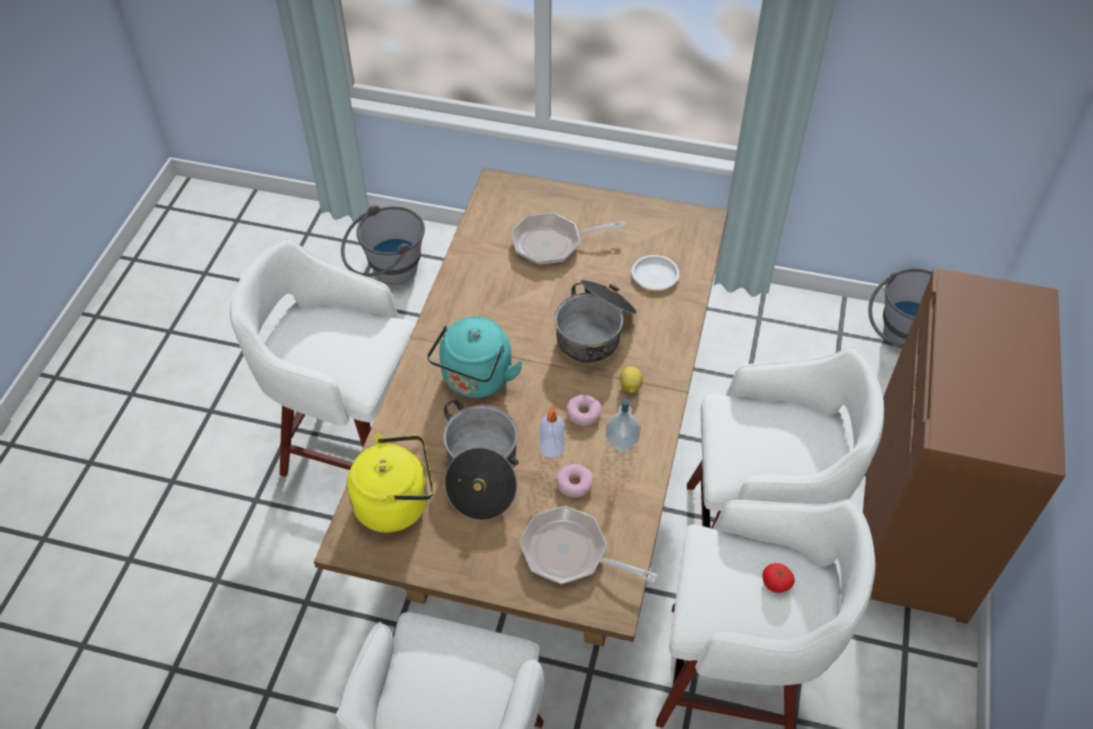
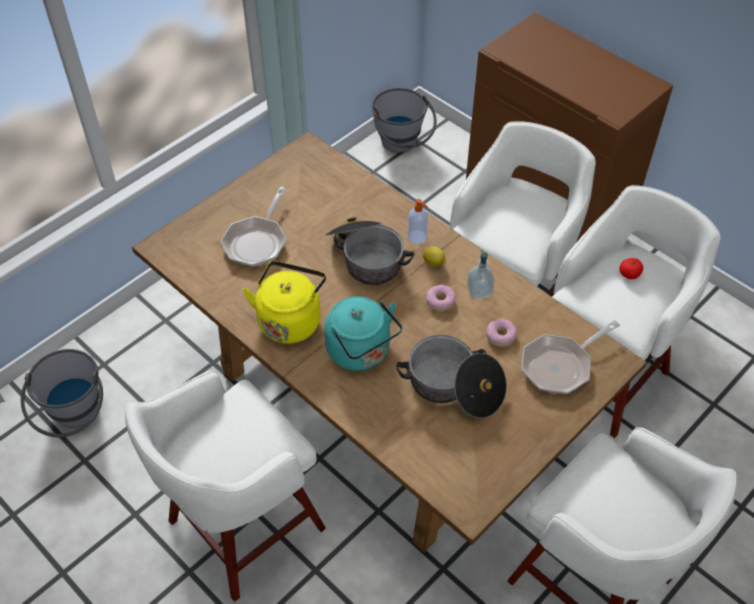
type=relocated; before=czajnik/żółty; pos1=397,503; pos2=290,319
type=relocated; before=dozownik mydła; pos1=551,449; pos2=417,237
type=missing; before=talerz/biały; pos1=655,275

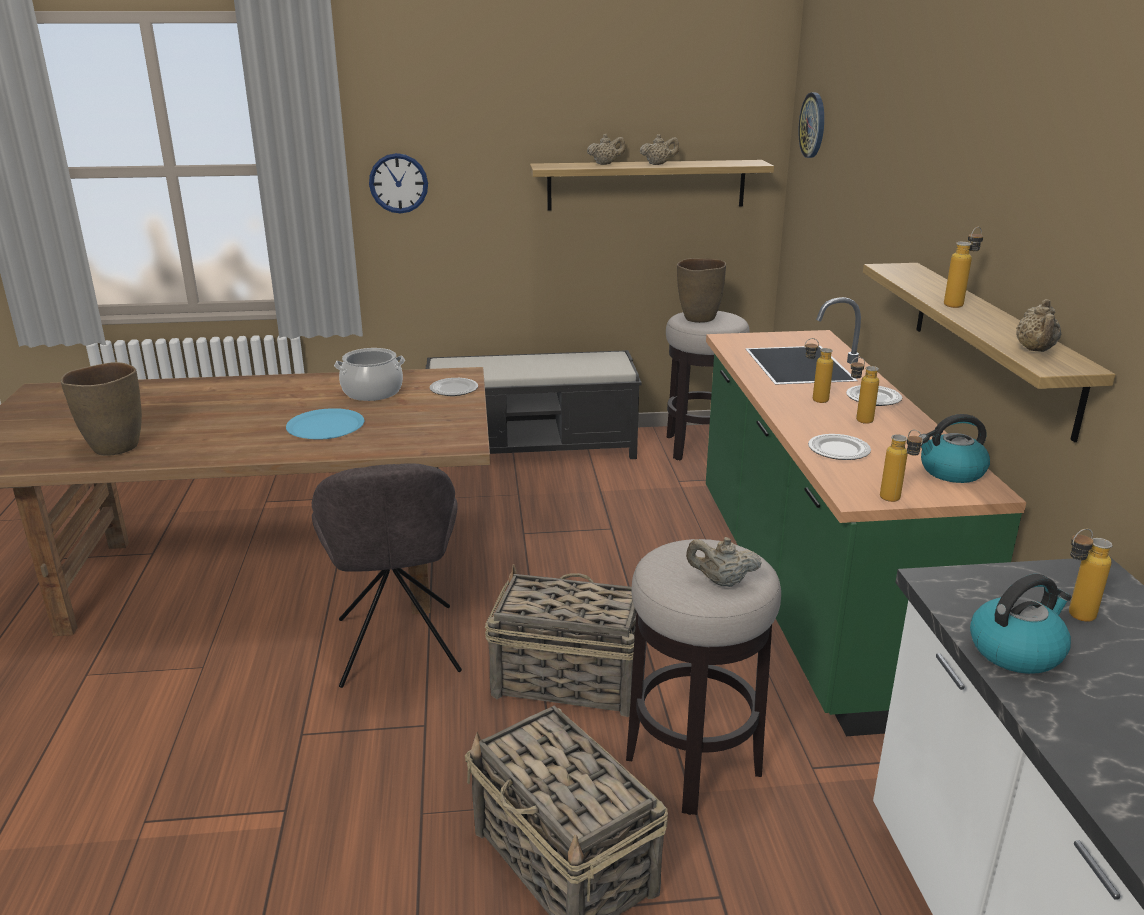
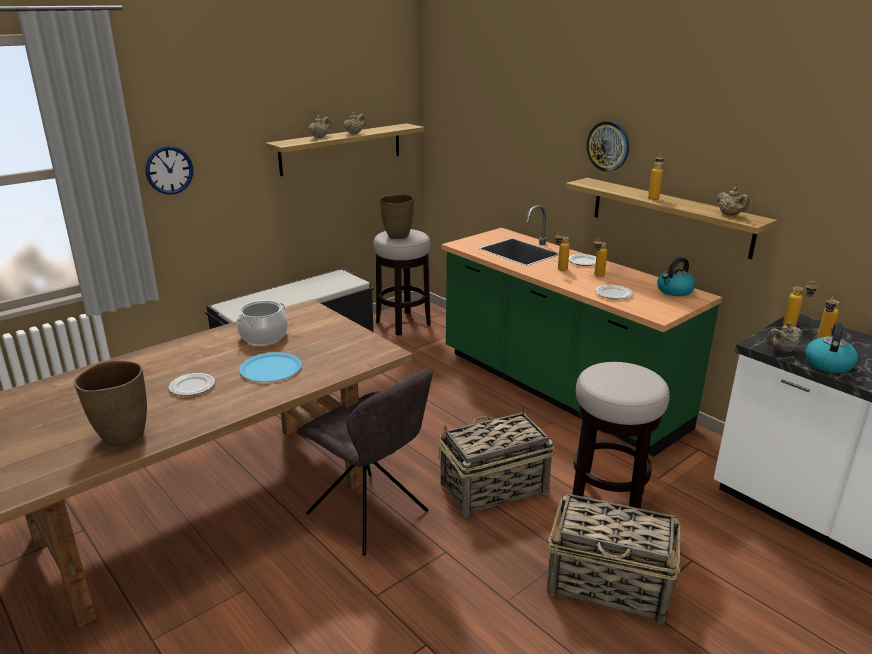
type=relocated; before=talerz; pos1=454,390; pos2=192,387
type=relocated; before=imbryk/beżowy; pos1=721,582; pos2=781,351
type=relocated; before=zegar ścienny; pos1=813,125; pos2=608,146
type=relocated; before=butelka; pos1=896,501; pos2=794,326

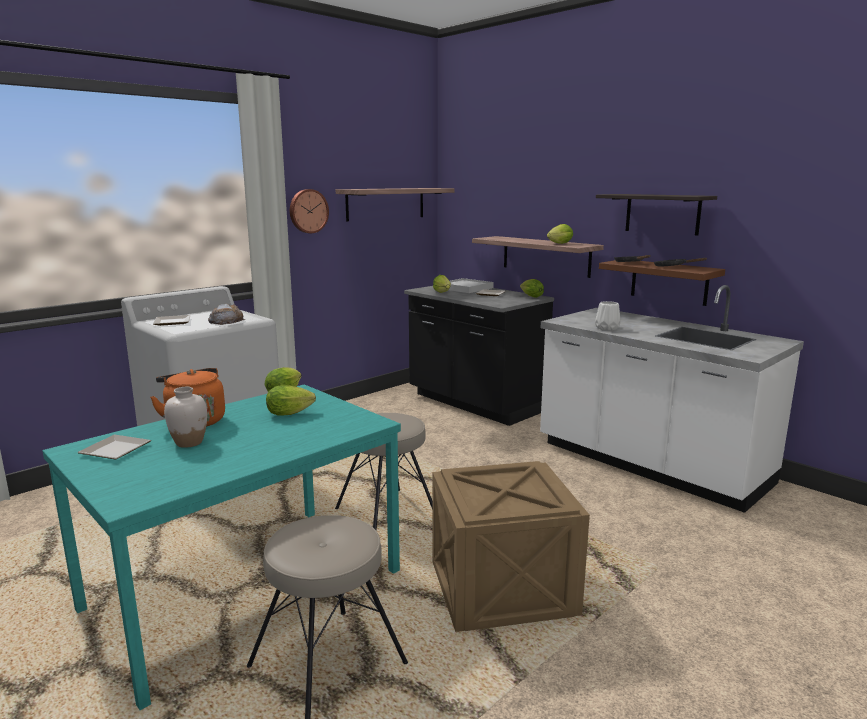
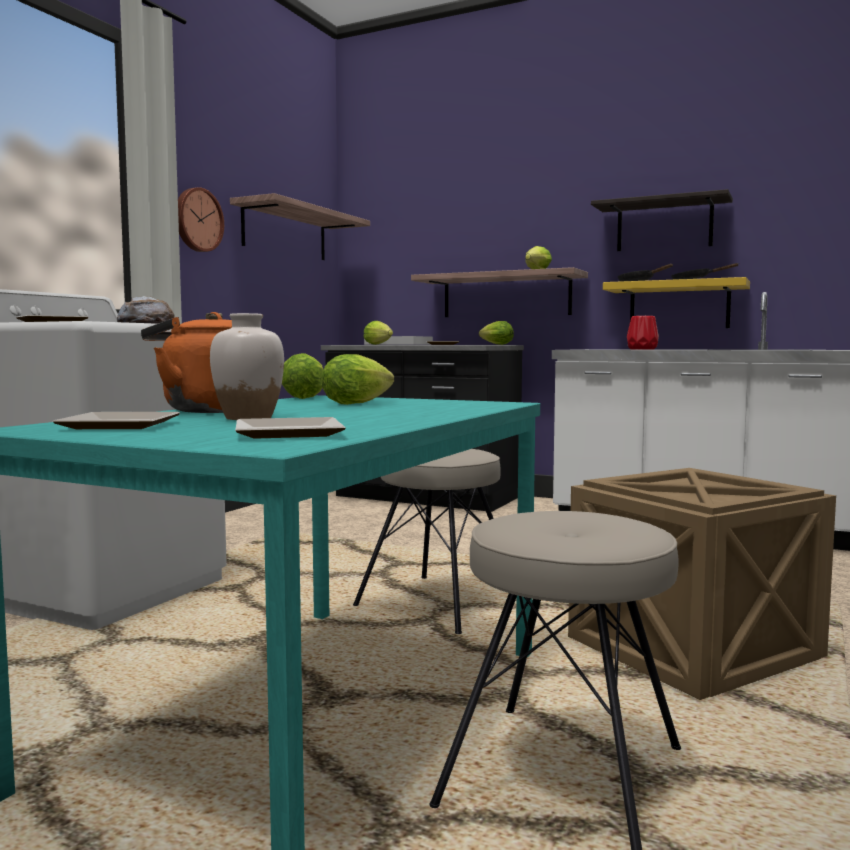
type=colour; before=wazon/biały; after=wazon/czerwony; pos1=606,328; pos2=641,349
type=colour; before=półka/brązowy; after=półka/żółty; pos1=669,282; pos2=679,306
type=appeared; after=talerz; pos2=285,434

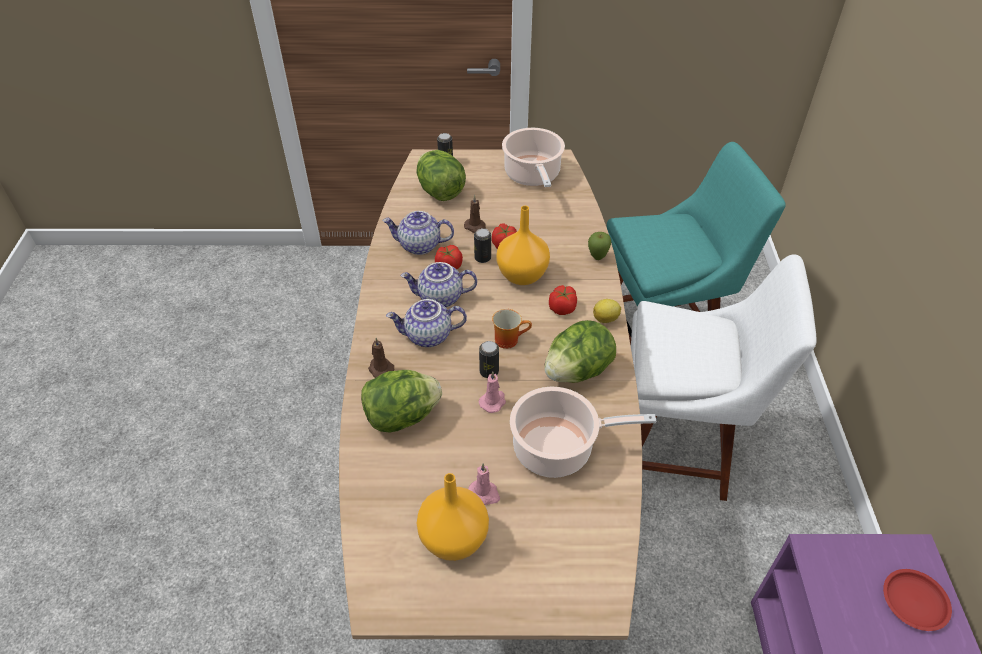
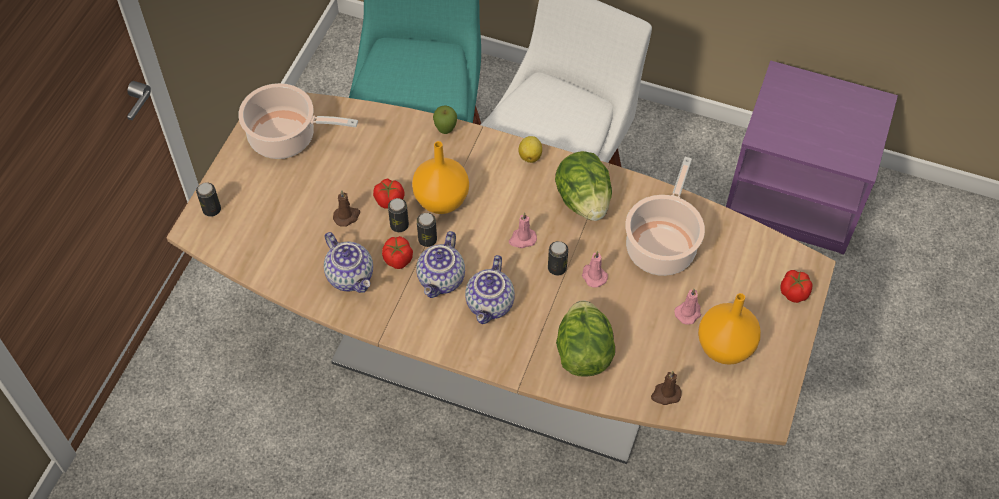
type=relocated; before=świeca/brązowy; pos1=380,368; pos2=665,394
type=spun; before=imbryk; pos1=419,245; pos2=351,276; turn=-60
type=missing; before=sałata; pos1=440,191
type=exchanged; before=kubek; after=świeca/różowy; pos1=509,338; pos2=522,239
type=relocated; before=pomidor; pos1=562,308; pos2=793,292
type=missing; before=talerz/czerwony; pos1=914,601
type=appeared; after=puszka; pos2=427,240

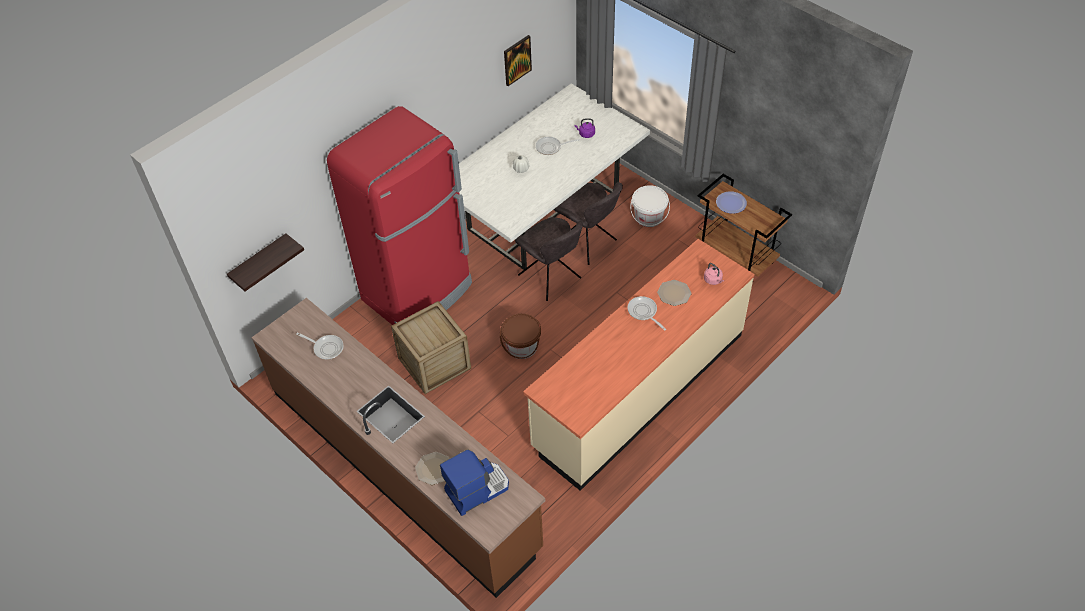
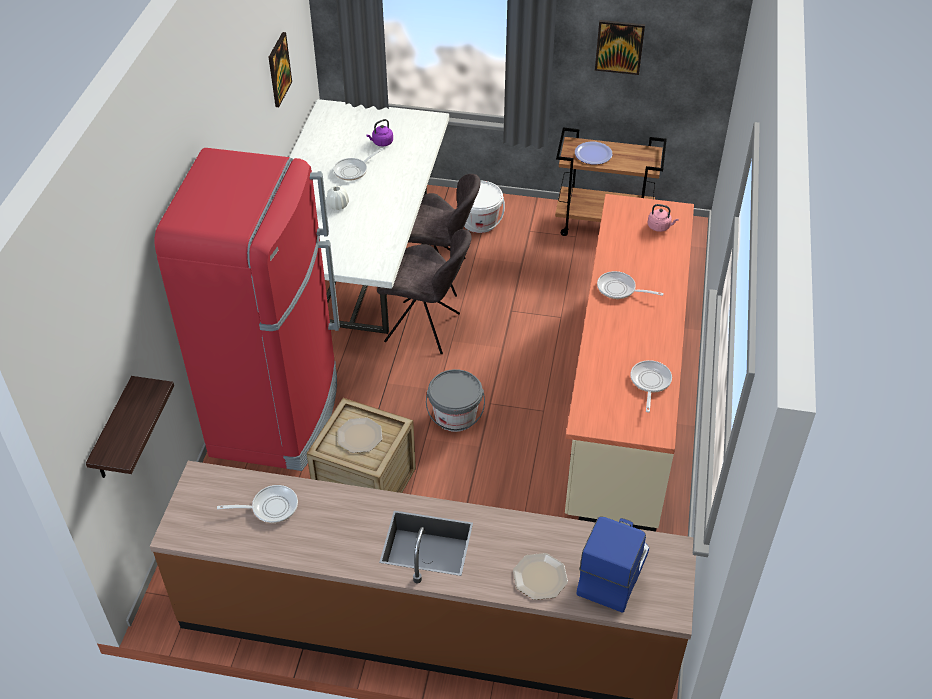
type=colour; before=wiadro/brązowy; after=wiadro/szary; pos1=522,347; pos2=455,416
type=relocated; before=talerz; pos1=674,293; pos2=359,436
type=appeared; after=obraz; pos2=619,46
type=appeared; after=patelnia; pos2=649,382

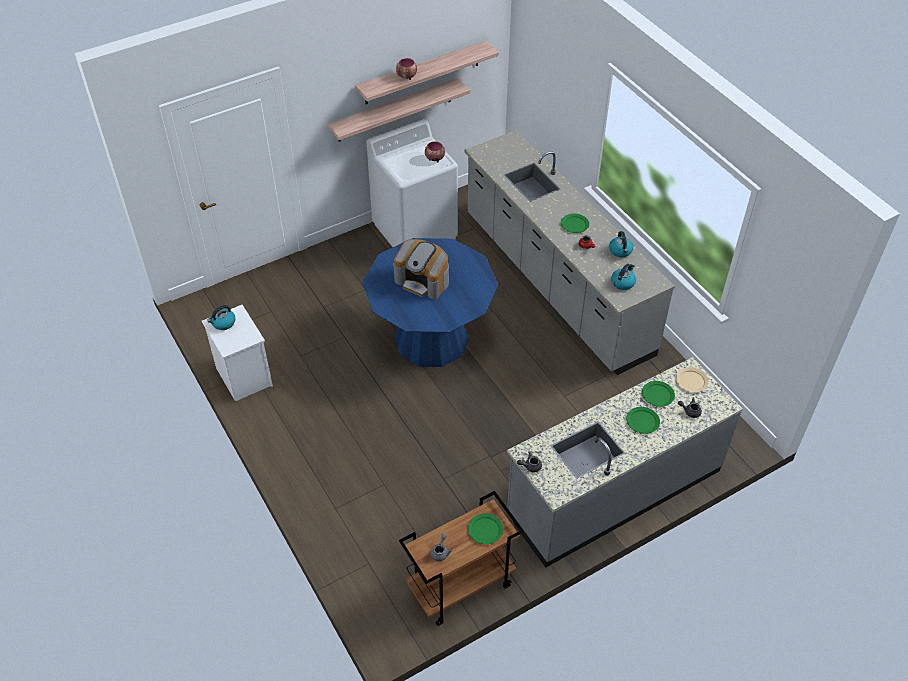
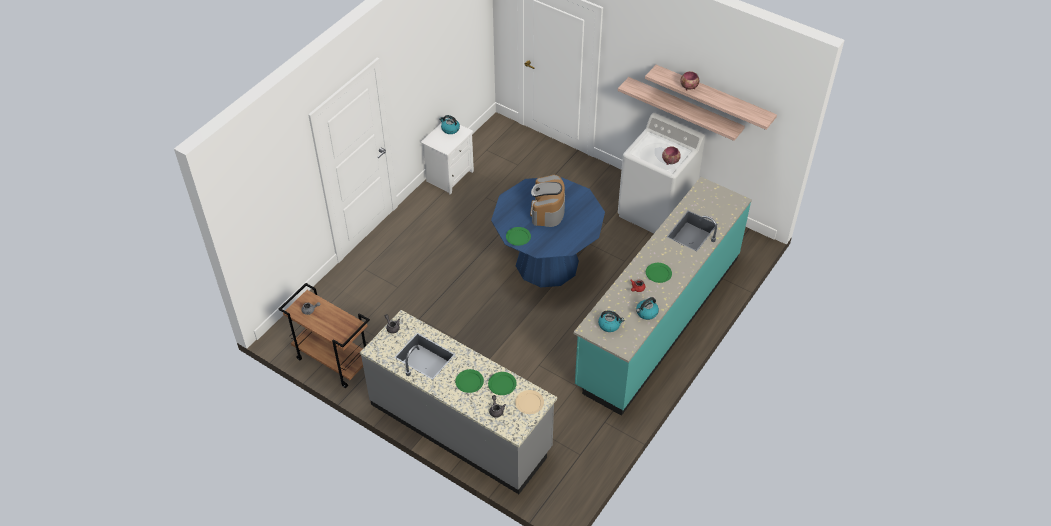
type=colour; before=zabudowa kuchenna/szary; after=zabudowa kuchenna/turkusowy; pos1=555,284; pos2=658,320
type=relocated; before=talerz/zielony; pos1=485,530; pos2=518,237

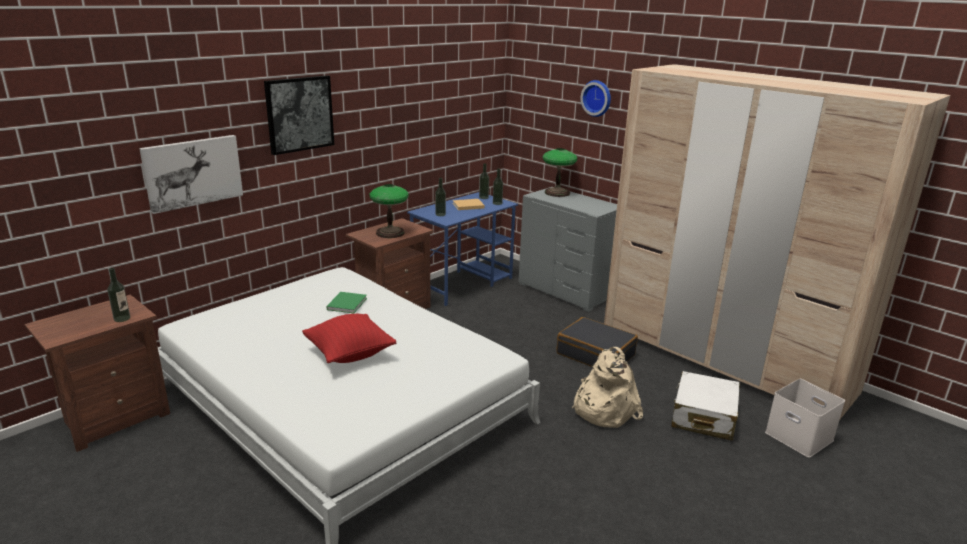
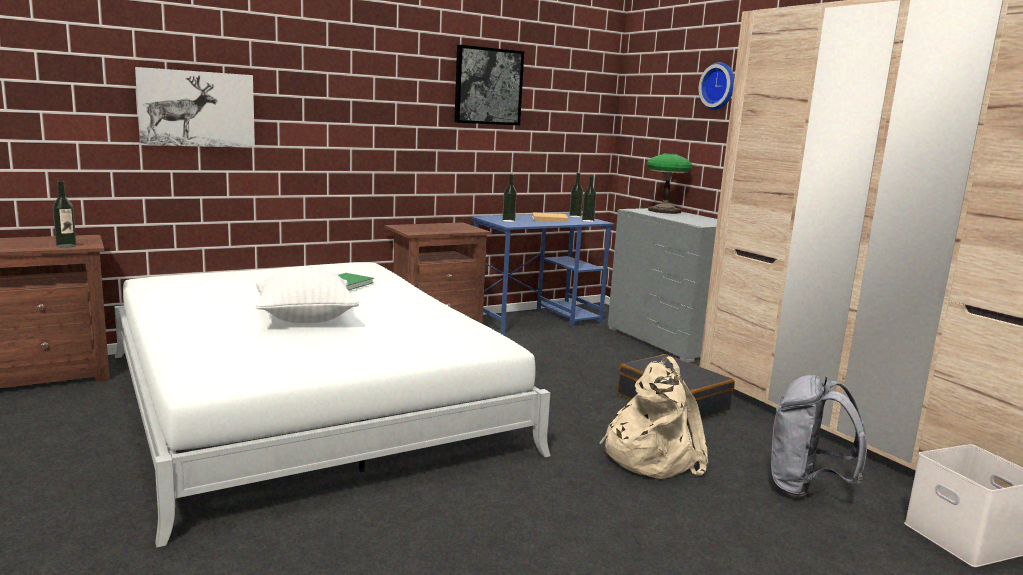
type=relocated; before=obraz; pos1=299,114; pos2=488,86
type=colour; before=poduszka/czerwony; after=poduszka/biały; pos1=349,354; pos2=305,319
type=missing; before=lampa stołowa; pos1=390,233
type=exchanged; before=walizka/biały; after=plecak/szary; pos1=703,416; pos2=806,489

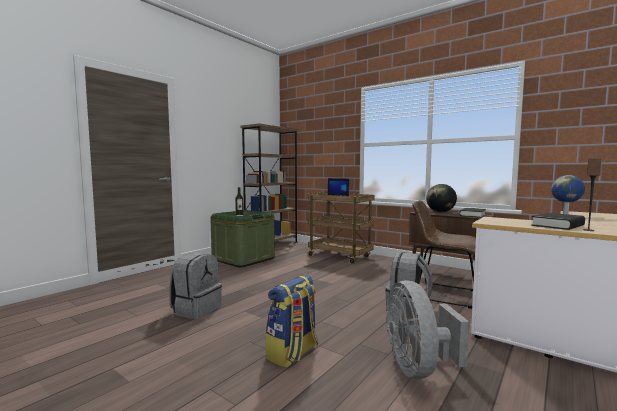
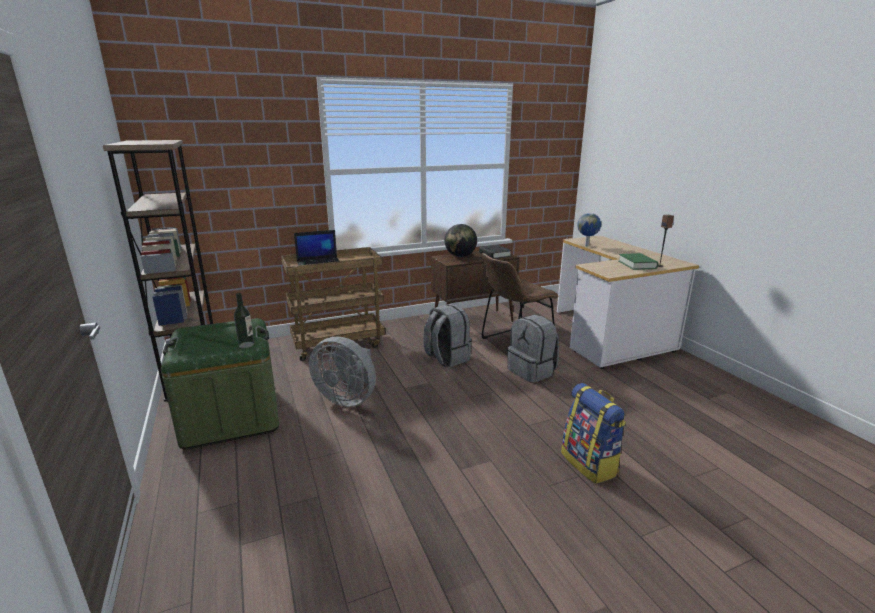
type=relocated; before=plecak/szary; pos1=196,309; pos2=446,358
type=relocated; before=wentylator/szary; pos1=418,368; pos2=347,398
type=colour; before=książka/czarny; after=książka/zielony; pos1=557,225; pos2=637,265

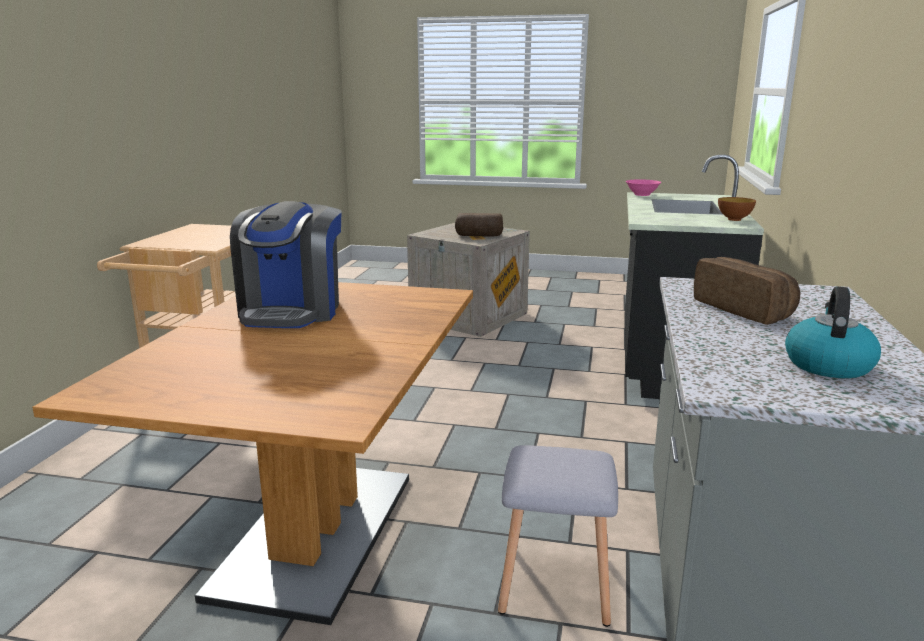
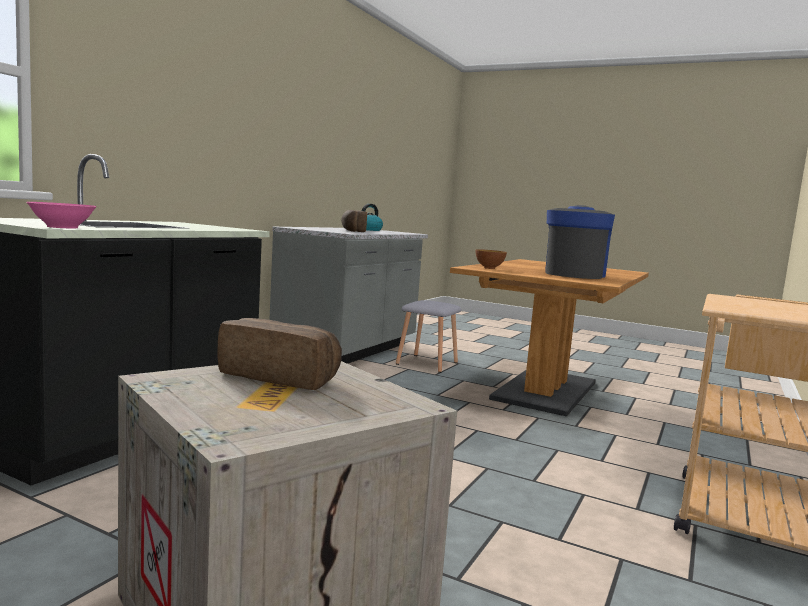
type=relocated; before=miska; pos1=734,219; pos2=489,268

